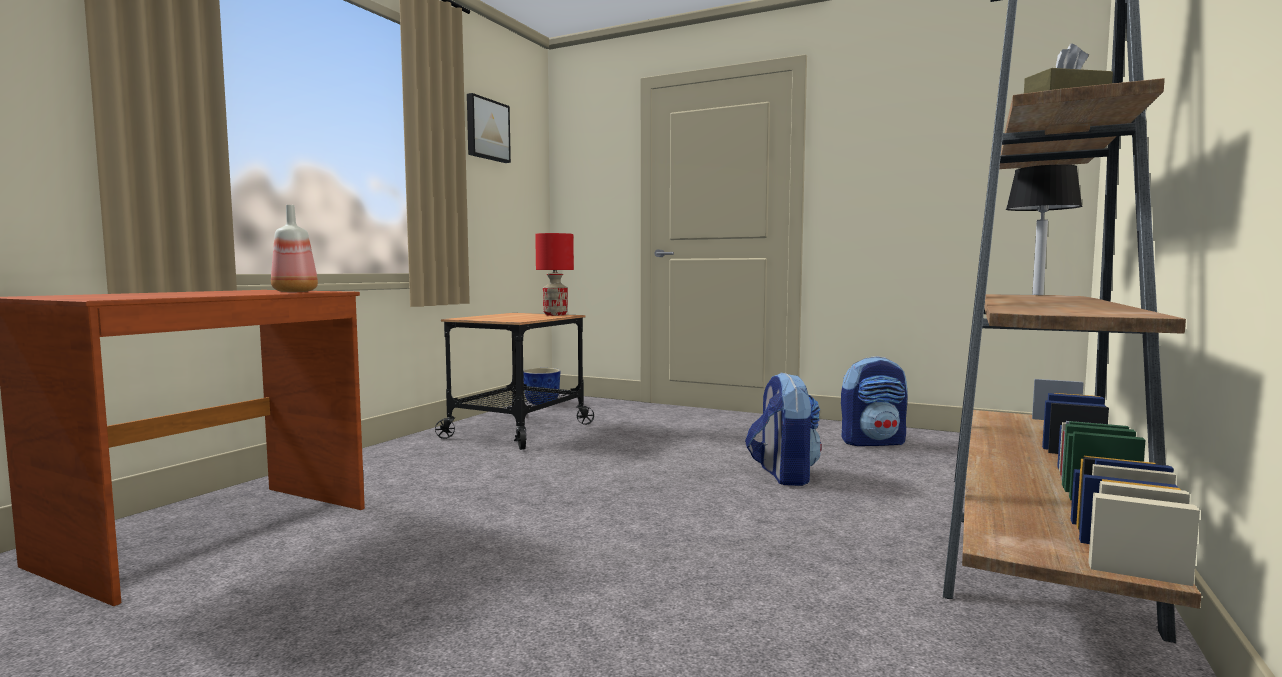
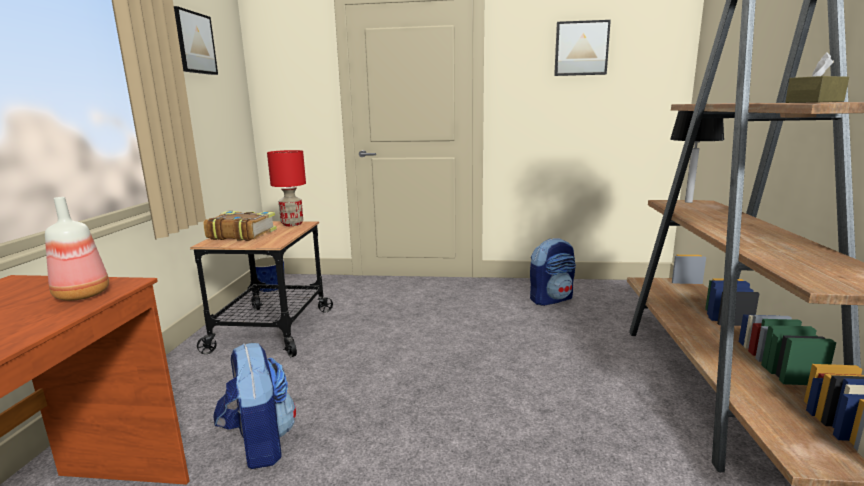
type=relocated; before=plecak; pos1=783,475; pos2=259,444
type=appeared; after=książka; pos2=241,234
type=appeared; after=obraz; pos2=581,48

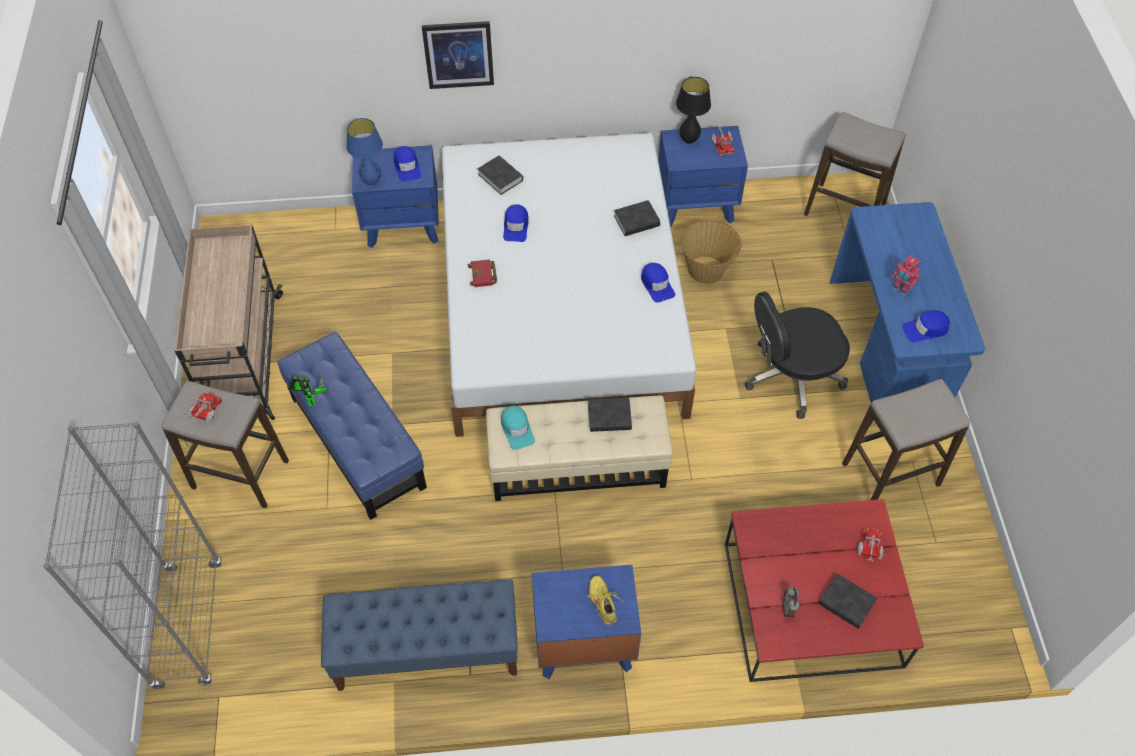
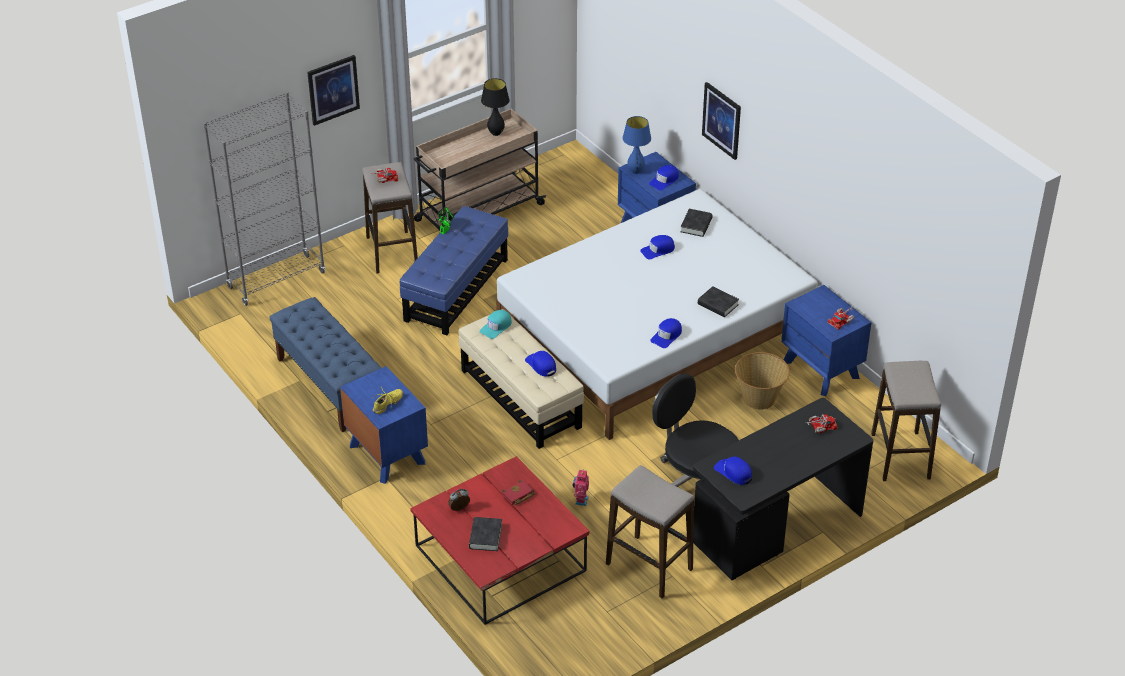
type=relocated; before=książka/czerwony; pos1=483,275; pos2=518,495
type=exchanged; before=książka/czarny; after=czapka z daszkiem/niebieski; pos1=609,417; pos2=541,365
type=relocated; before=lampa stołowa/czarny; pos1=689,140; pos2=496,133
type=colour; before=biurko/niebieski; after=biurko/czarny; pos1=888,346; pos2=776,527
type=relocated; before=ciężarówka zabawkowa; pos1=869,549; pos2=820,427
type=relocated; before=robot zabawkowy; pos1=900,291; pos2=580,500
type=appeared; after=obraz; pos2=333,89

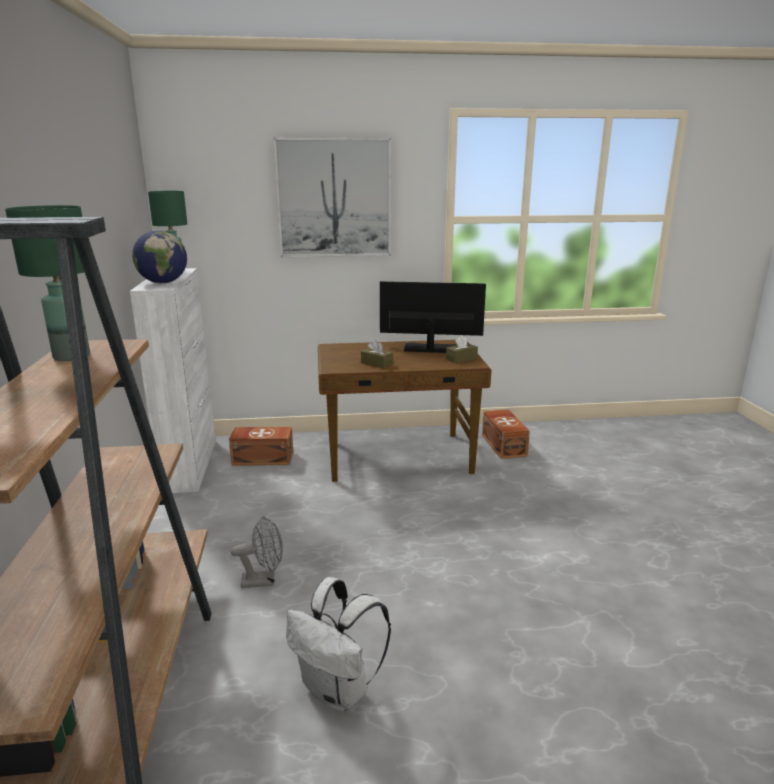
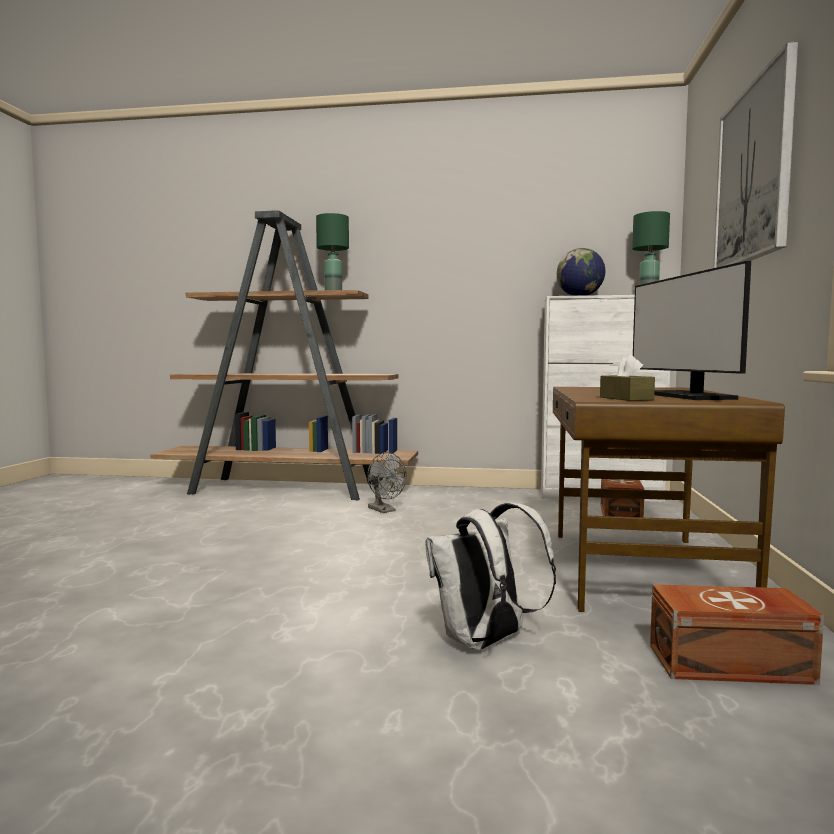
type=spun; before=wentylator/szary; pos1=264,581; pos2=384,510; turn=-45
type=relocated; before=plecak/biały; pos1=339,690; pos2=485,642
type=missing; before=pudełko chusteczek/brązowy; pos1=376,363
type=spun; before=monitor; pos1=430,348; pos2=687,396; turn=150

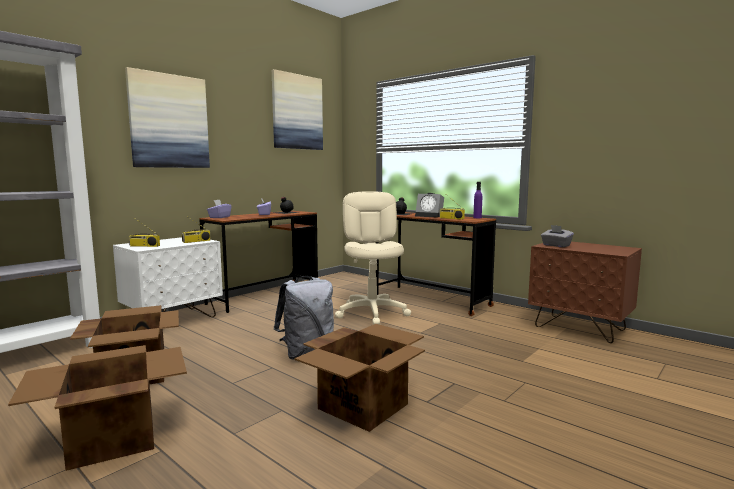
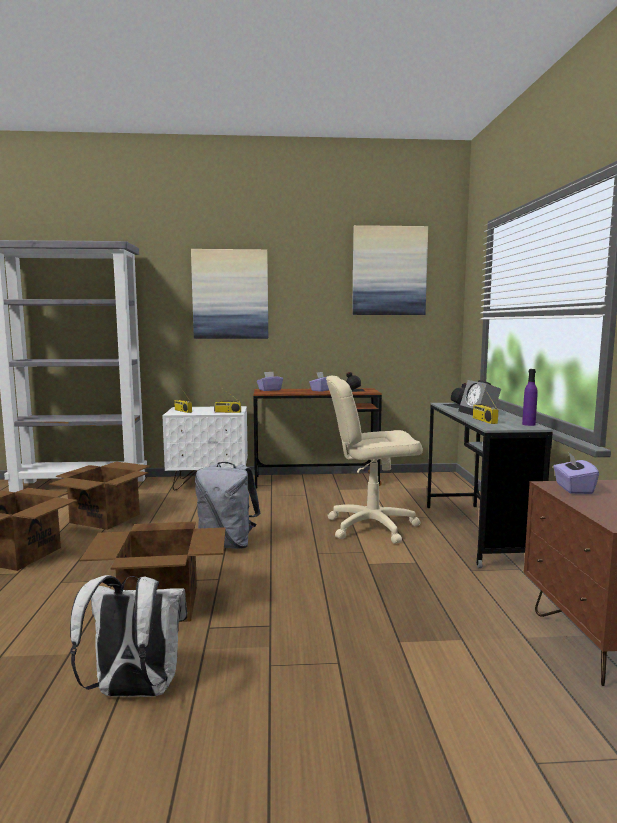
type=spun; before=krzesło biurowe/beżowy; pos1=372,313; pos2=371,526; turn=-135
type=colour; before=biurko/brązowy; after=biurko/szary; pos1=431,300; pos2=477,533
type=colour; before=pudełko chusteczek/szary; after=pudełko chusteczek/fioletowy; pos1=556,245; pos2=573,488
type=appeared; after=plecak/biały; pos2=133,692

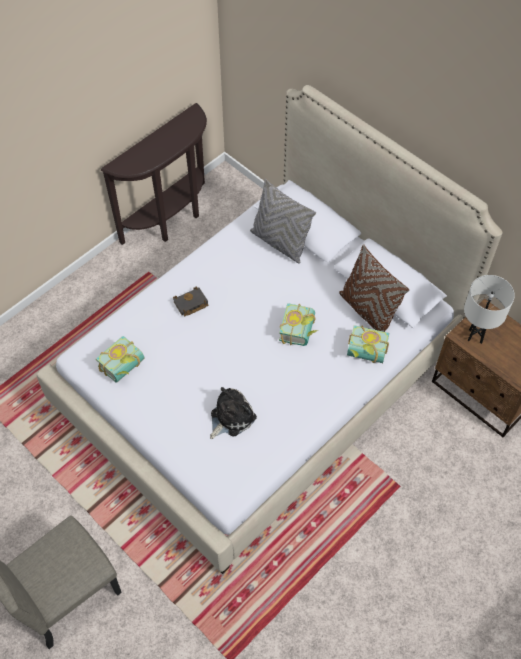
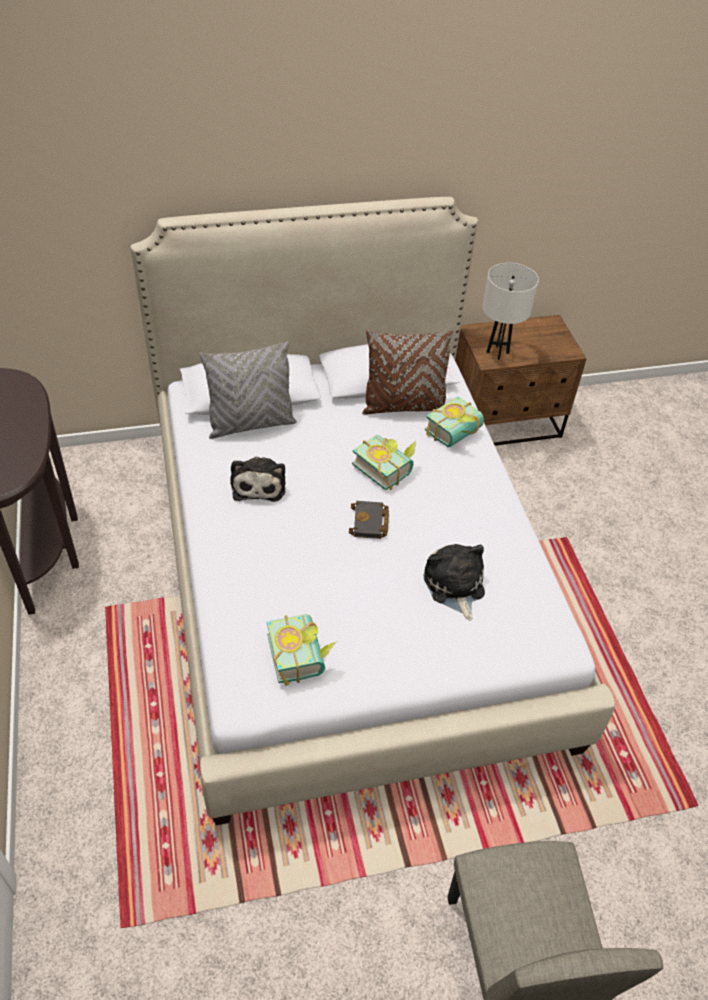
type=relocated; before=książka/czarny; pos1=190,304; pos2=370,523
type=appeared; after=pluszak; pos2=259,484

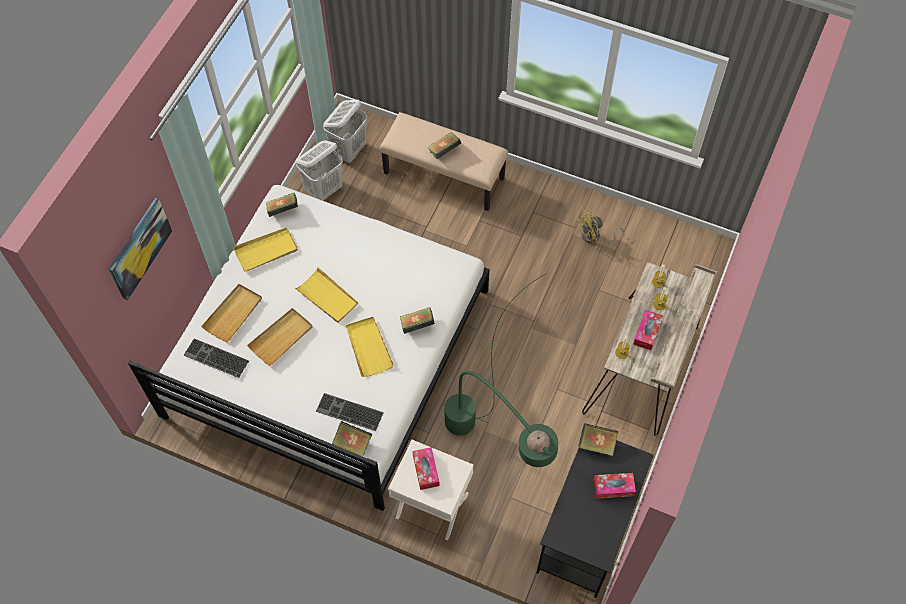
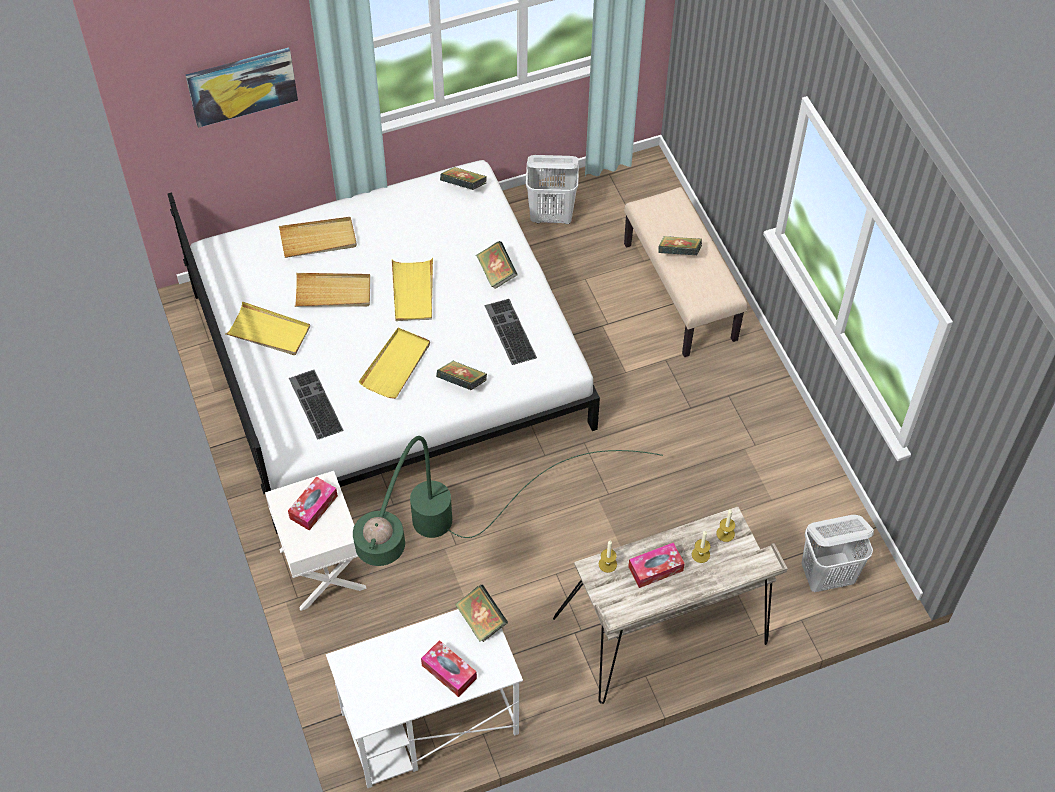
type=relocated; before=klawiatura; pos1=215,359; pos2=508,331
type=relocated; before=taca/żółty; pos1=266,251; pos2=269,331
type=relocated; before=kosz na pranie/biały; pos1=349,150; pos2=828,576
type=relocated; before=książka; pos1=353,443; pos2=496,273
type=colour; before=biurko/czarny; after=biurko/biały; pos1=586,532; pos2=428,724
type=missing; before=wentylator/żółty; pos1=594,237

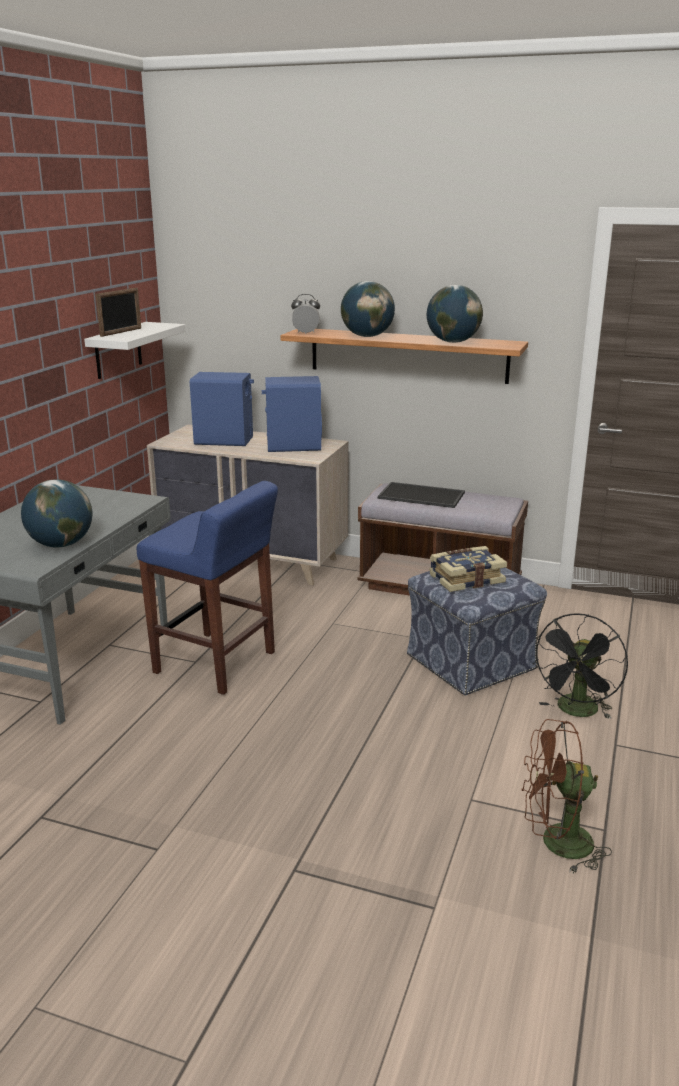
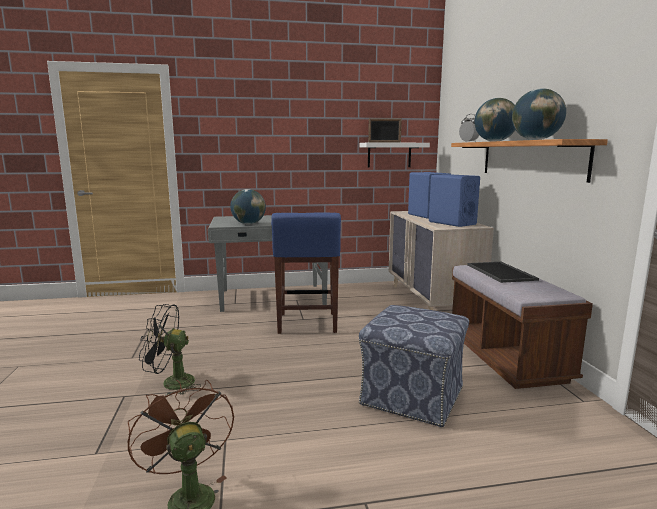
type=missing; before=książka; pos1=465,578
type=relocated; before=wentylator/czarny; pos1=576,712; pos2=171,383

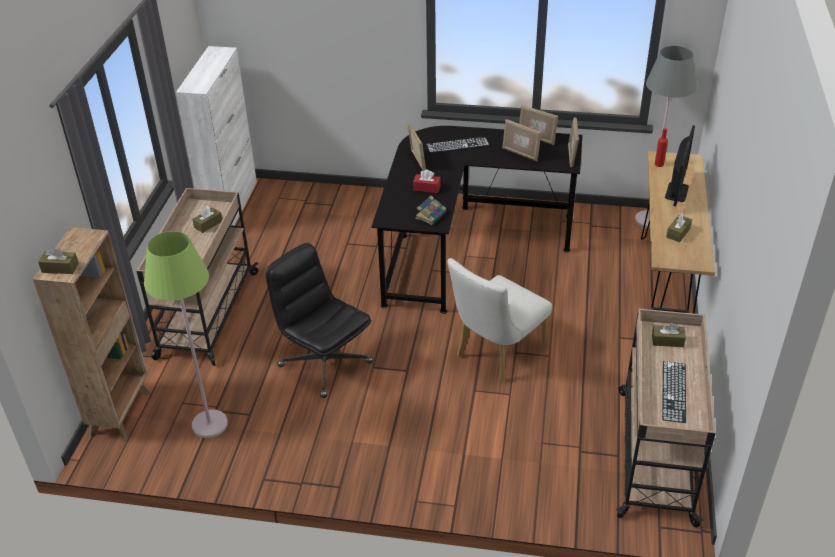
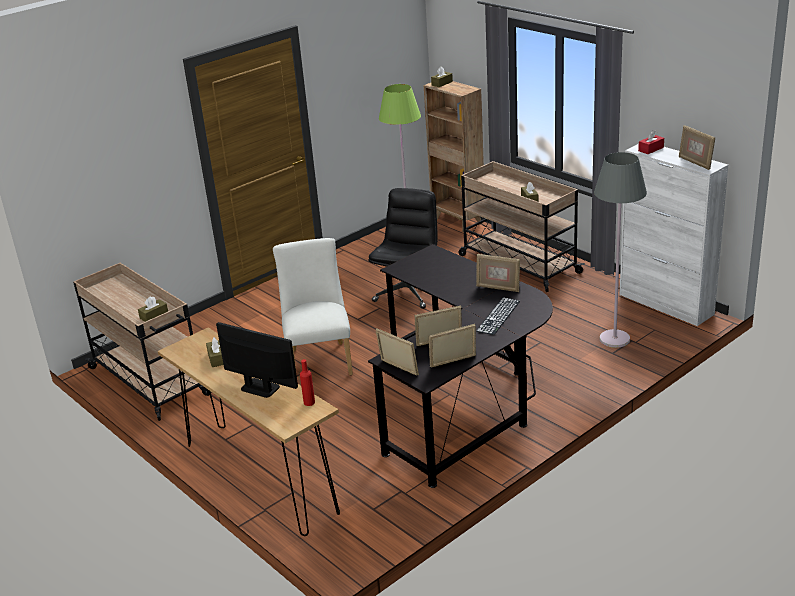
type=spun; before=krzesło biurowe/czarny; pos1=324,364; pos2=408,291; turn=-60
type=relocated; before=pudełko chusteczek/czerwony; pos1=426,188; pos2=651,149
type=missing; before=książka; pos1=431,215
type=relocated; before=lampa stojąca/szary; pos1=649,220; pos2=614,339
type=missing; before=klawiatura; pos1=674,391
type=spun; before=monitor; pos1=676,192; pos2=260,388; turn=150
type=appeared; after=ramka na zdjęcie; pos2=695,163

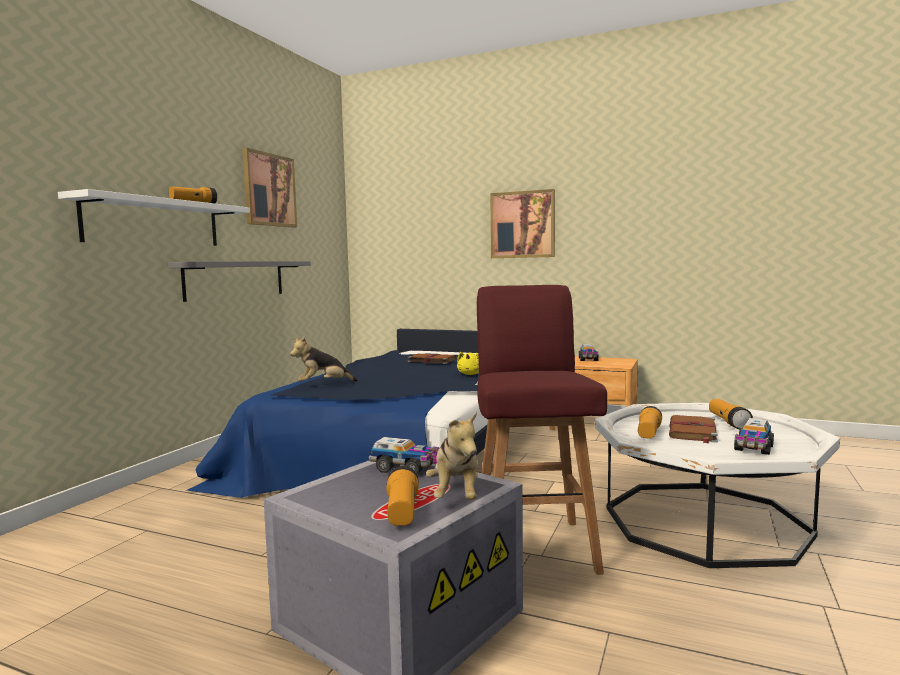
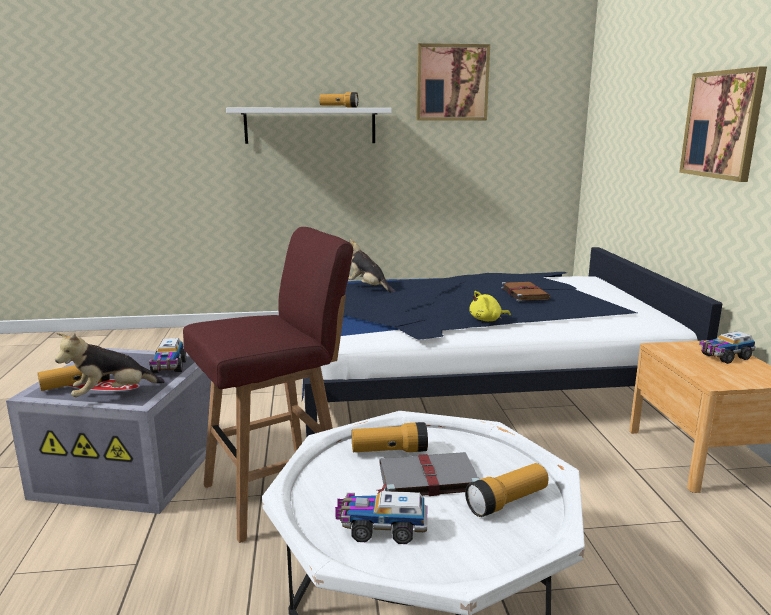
type=missing; before=półka/szary; pos1=236,279
type=colour; before=książka/brązowy; after=książka/szary; pos1=692,431; pos2=426,478

